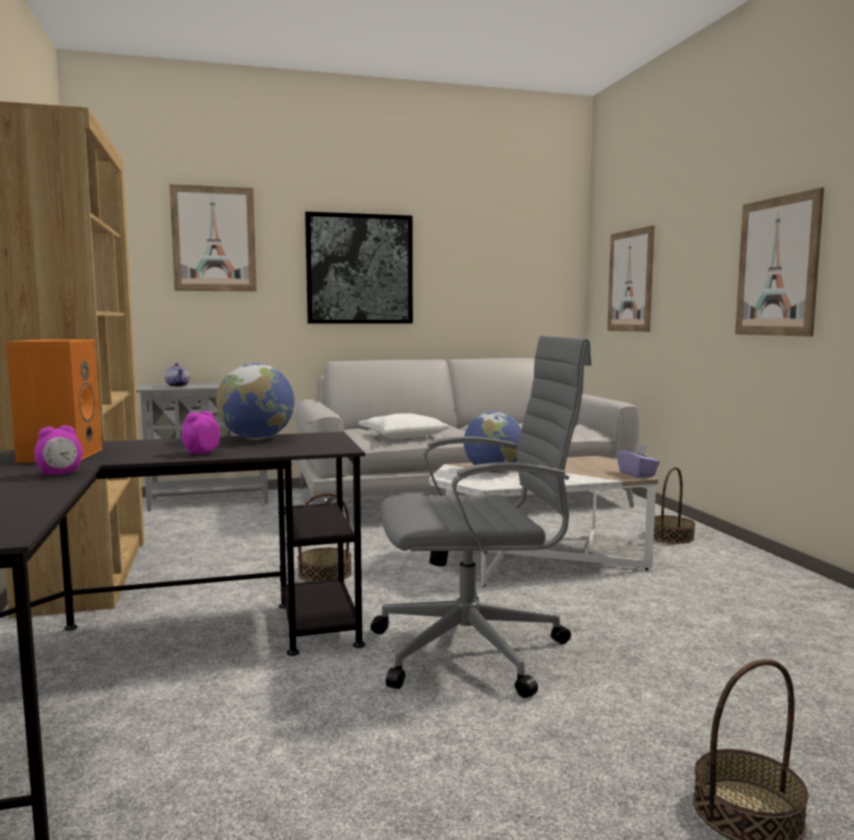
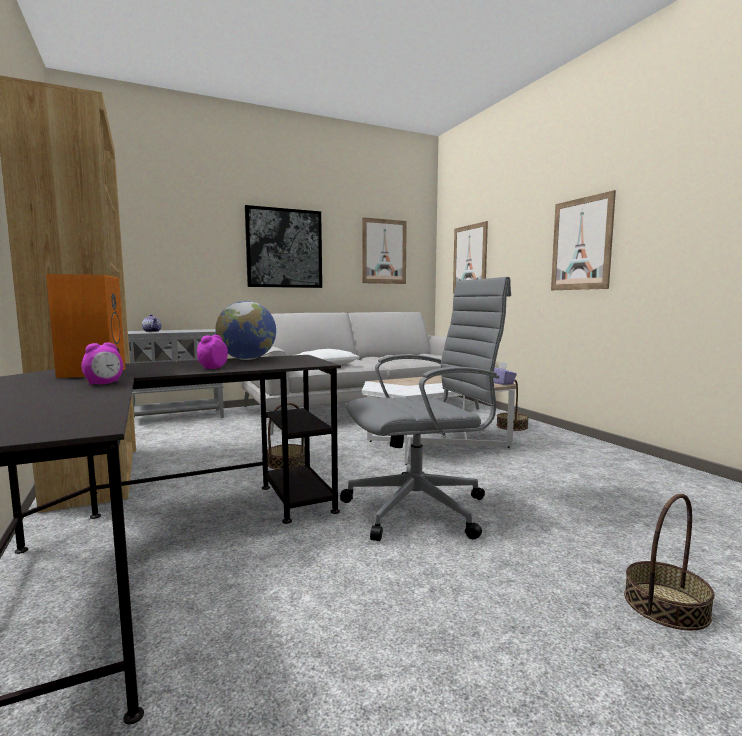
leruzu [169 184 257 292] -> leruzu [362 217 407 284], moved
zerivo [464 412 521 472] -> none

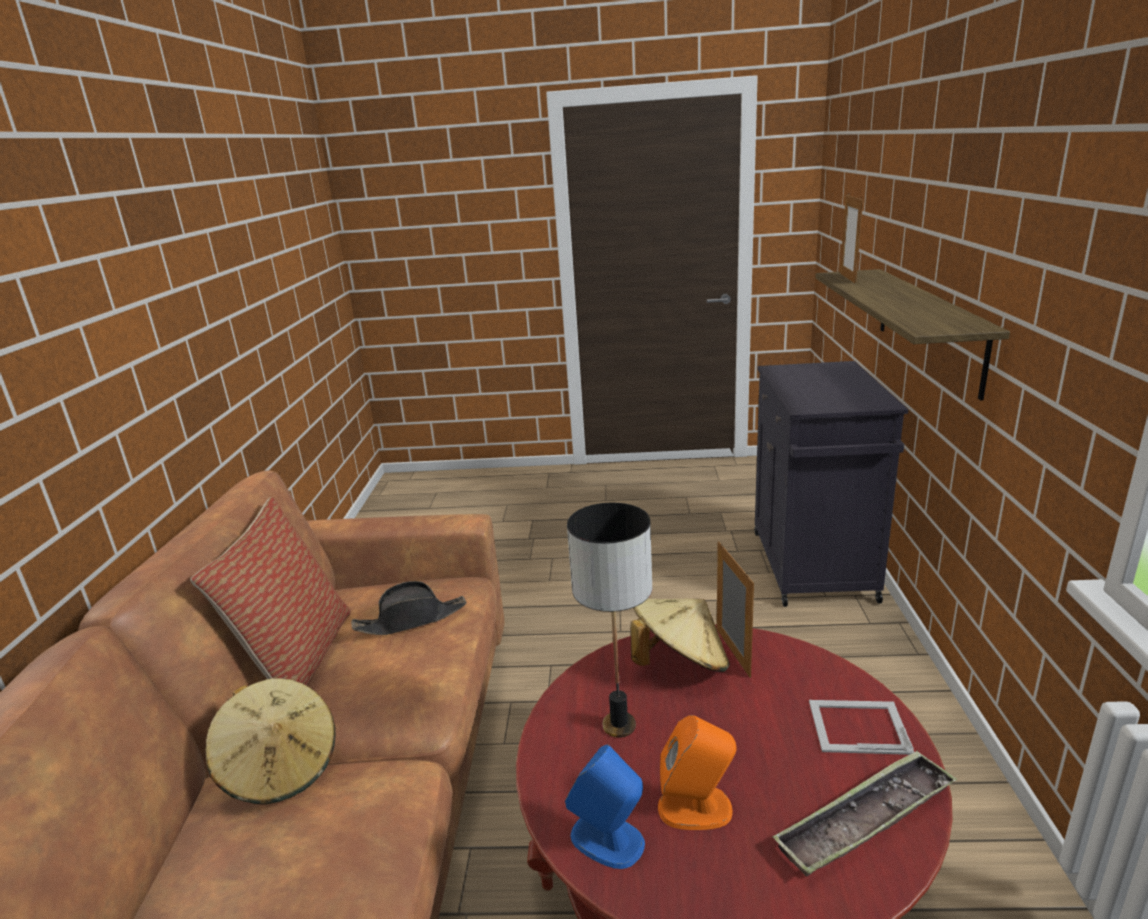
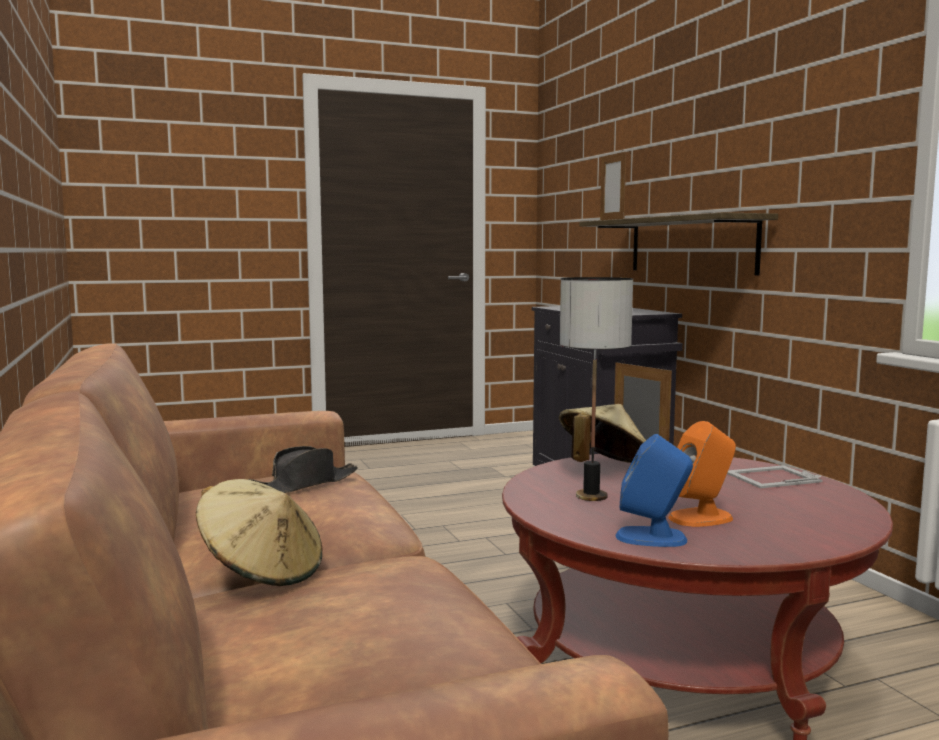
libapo [190 497 351 686] -> none
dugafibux [772 750 957 876] -> none

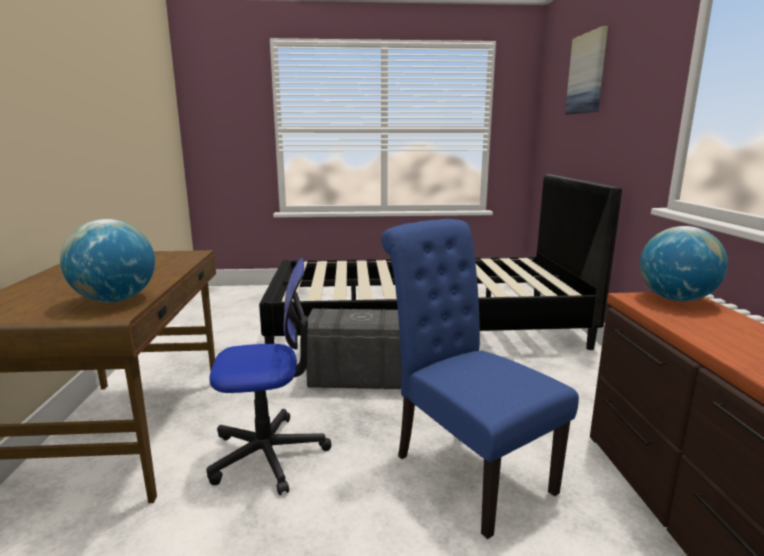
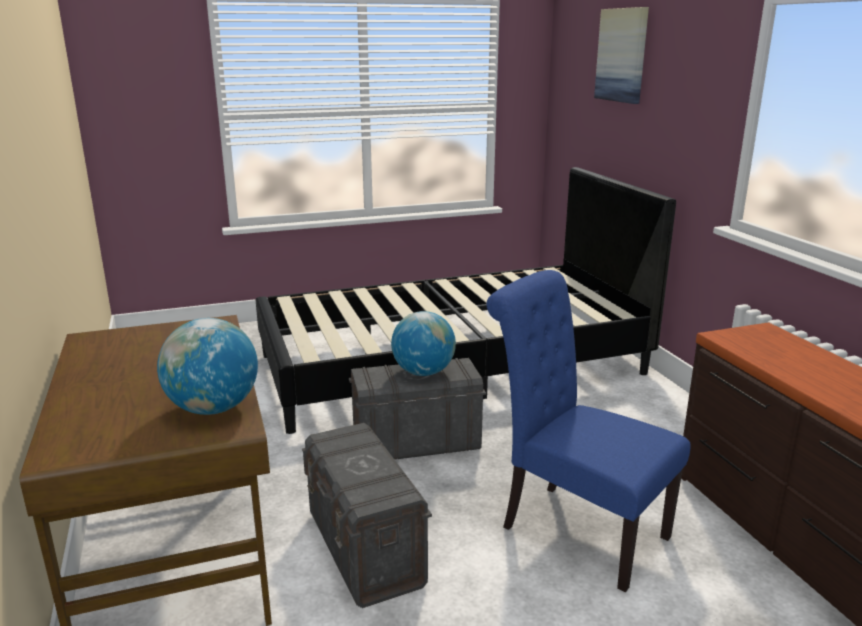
zerivo [640 226 728 302] -> zerivo [391 311 456 376], moved
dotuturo [207 258 332 495] -> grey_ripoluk [302 423 432 608]

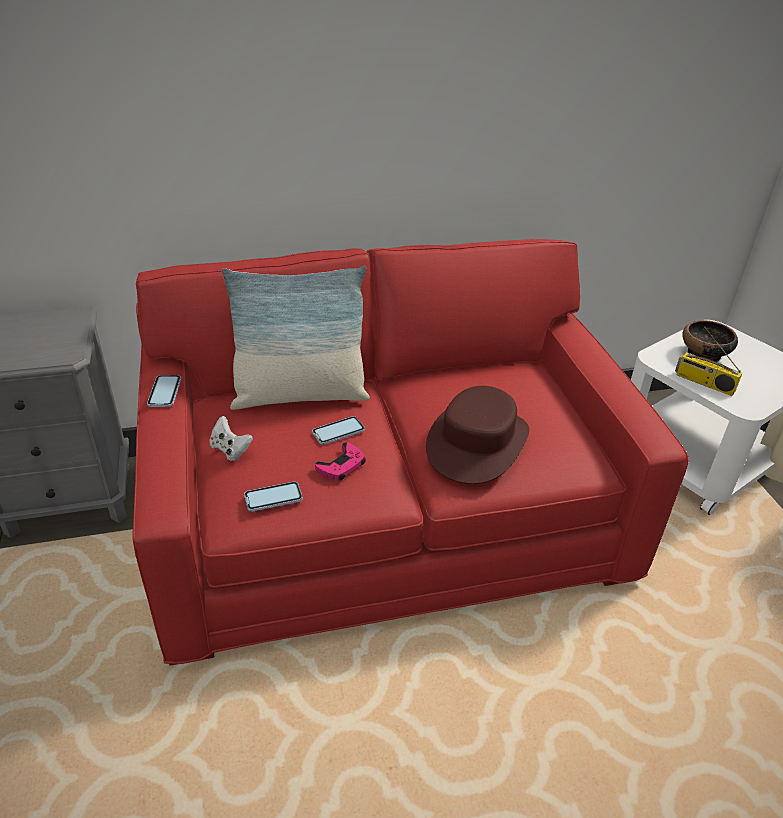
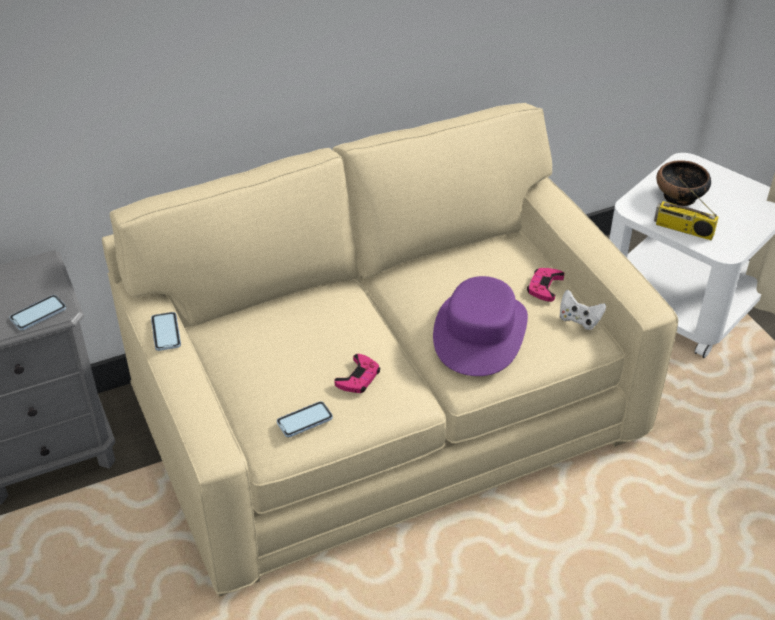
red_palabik [132 239 689 666] -> beige_palabik [102 103 678 596]
libapo [222 266 370 410] -> none
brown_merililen [426 386 529 484] -> purple_merililen [433 276 528 376]
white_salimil [209 416 253 461] -> white_salimil [560 290 606 330], moved
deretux [312 416 365 445] -> deretux [9 295 66 331], moved
none -> pink_salimil [527 268 565 302]

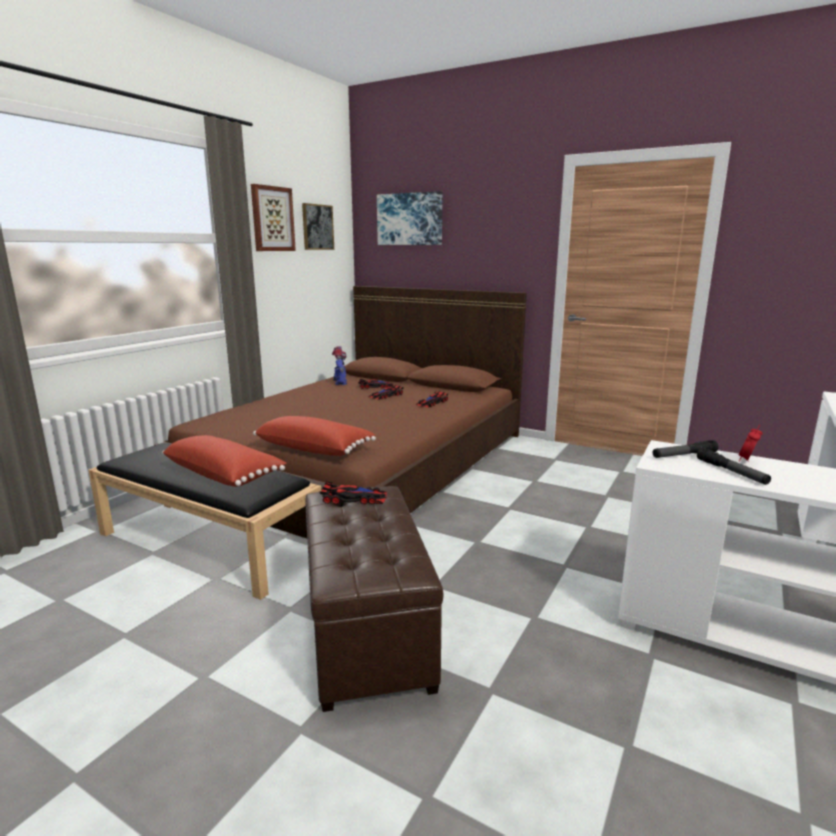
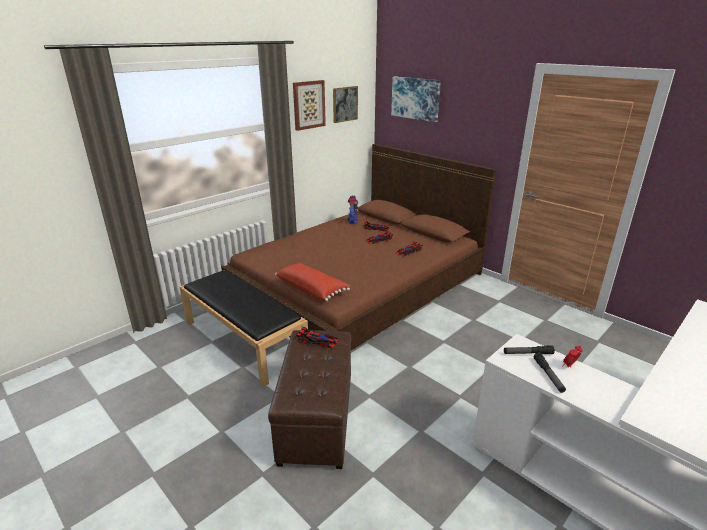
red_libapo [162 435 286 487] -> none

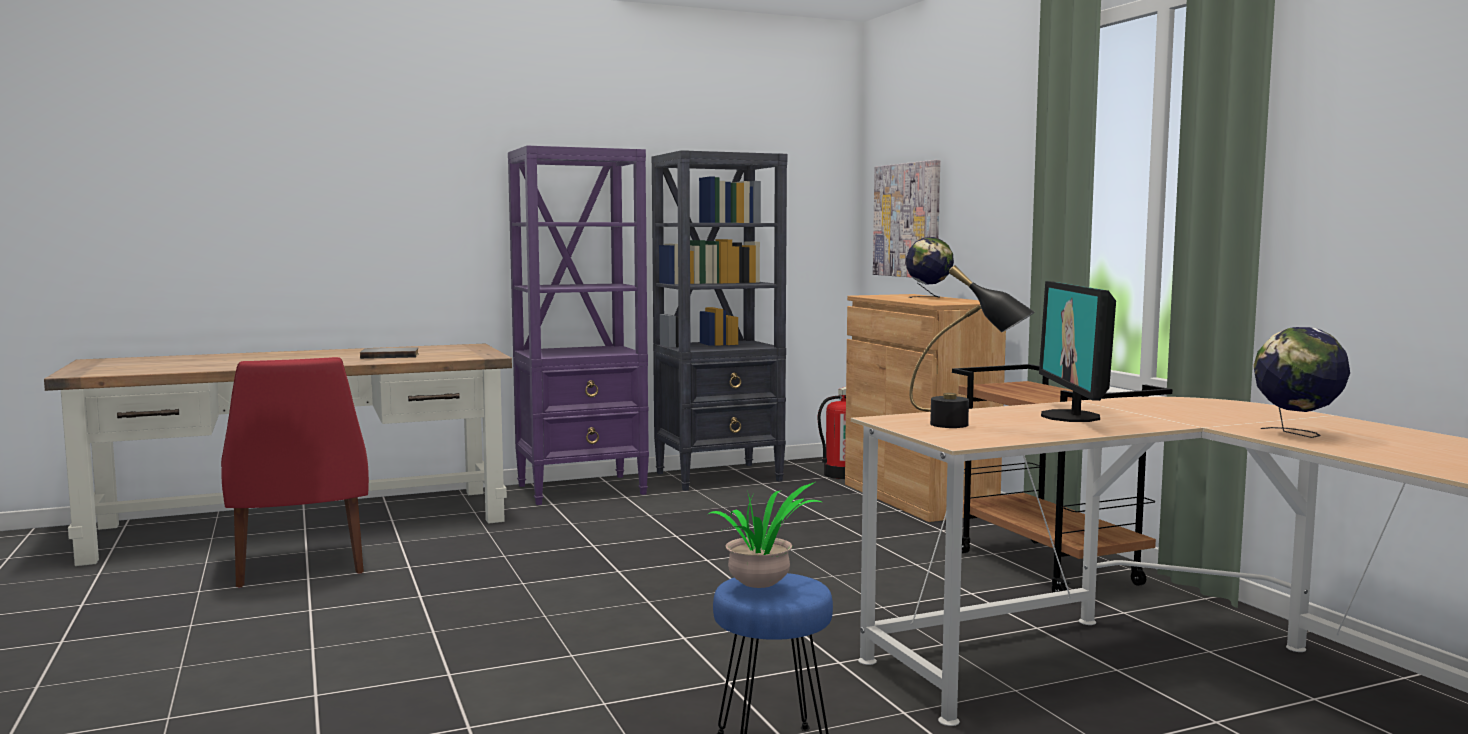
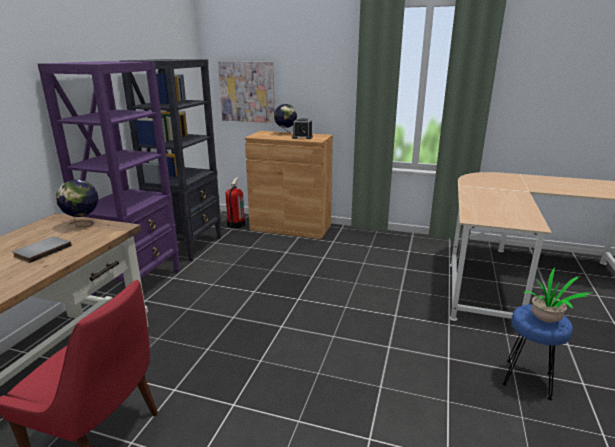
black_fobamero [909 265 1035 428] -> none
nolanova [1039 281 1116 422] -> none
zerivo [1253 327 1350 438] -> zerivo [56 179 98 227], moved
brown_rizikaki [952 364 1172 593] -> none
none -> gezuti [292 118 313 139]

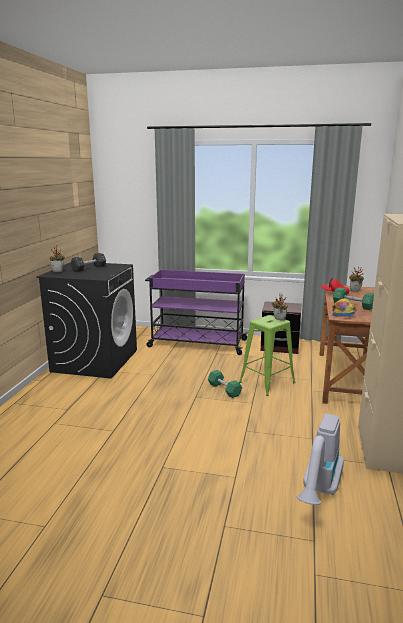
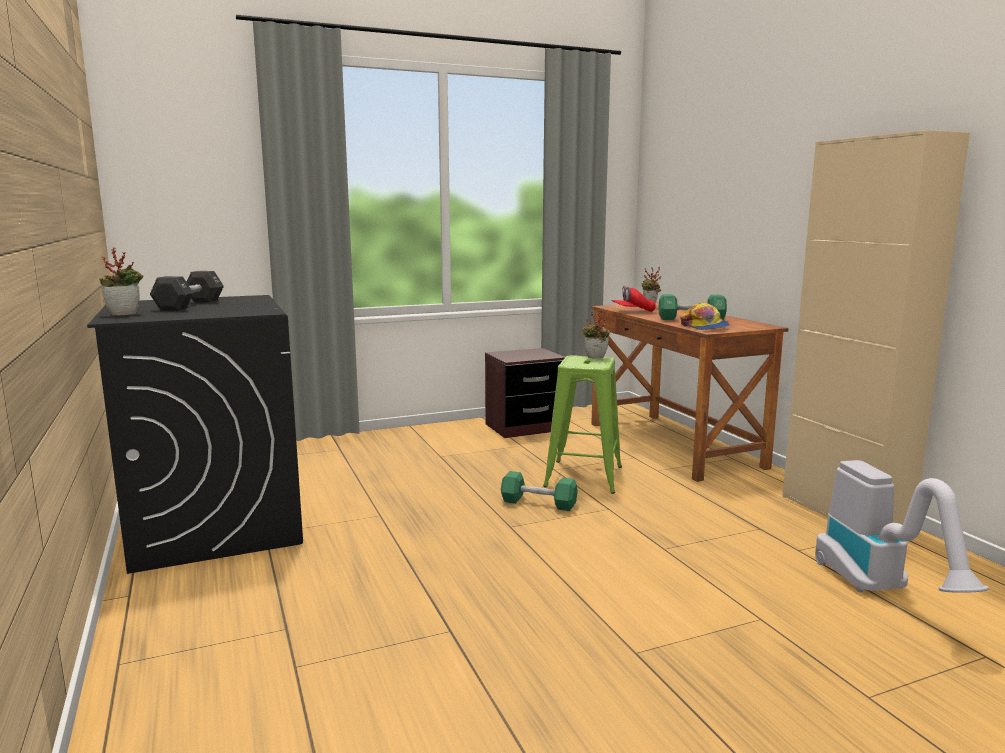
purple_rizikaki [145 270 248 355] -> none

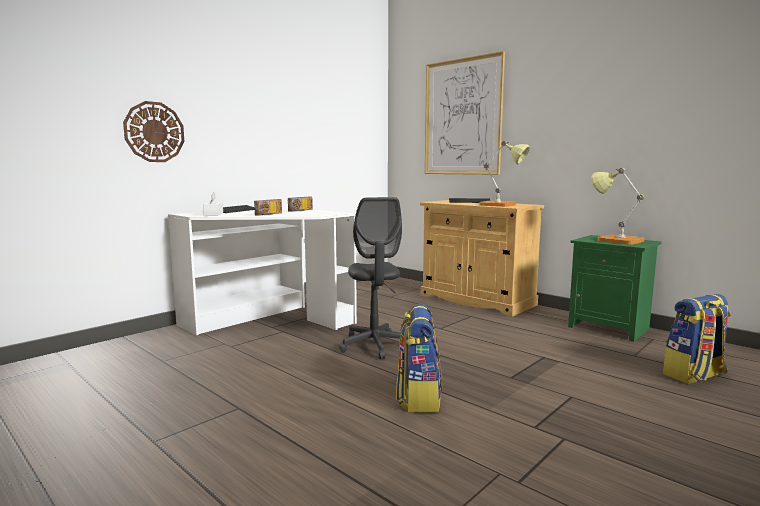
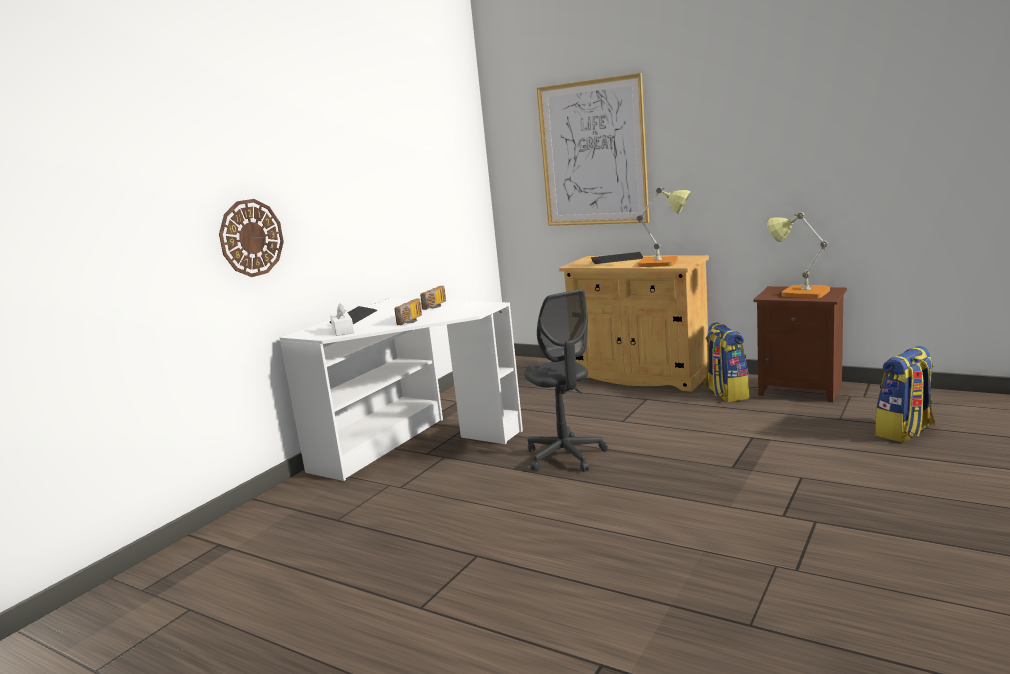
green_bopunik [568 235 661 342] -> brown_bopunik [753 286 847 402]
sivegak [396 304 443 413] -> sivegak [704 322 749 402], moved

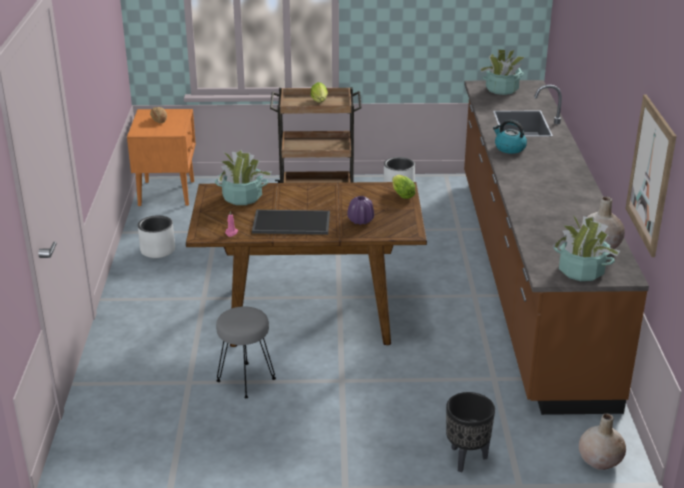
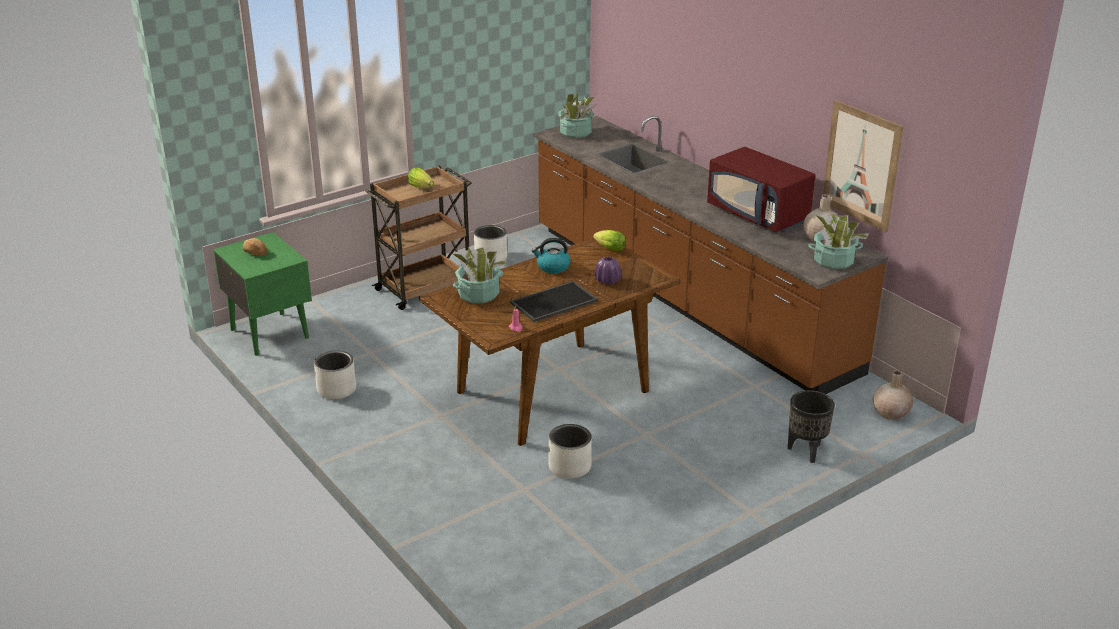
orange_bopunik [127 109 196 206] -> green_bopunik [213 232 312 356]
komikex [493 120 527 154] -> komikex [532 238 571 273], moved
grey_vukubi [216 306 276 398] -> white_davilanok [548 424 592 479]
none -> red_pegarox [707 147 815 232]

